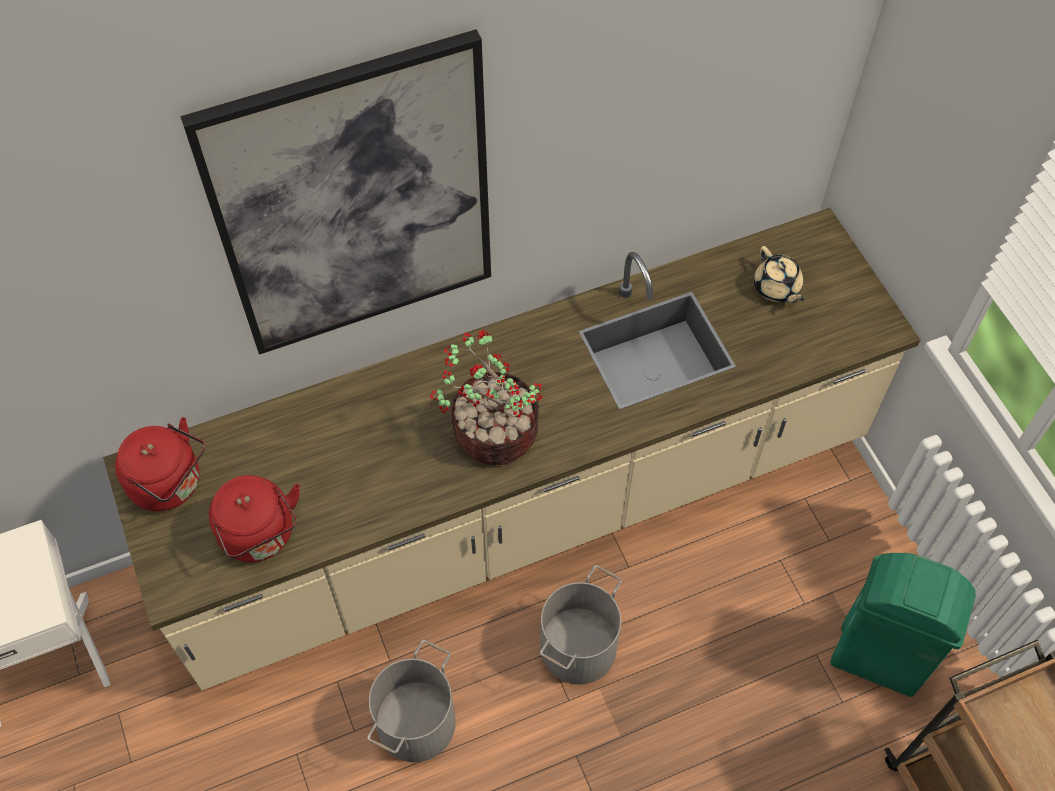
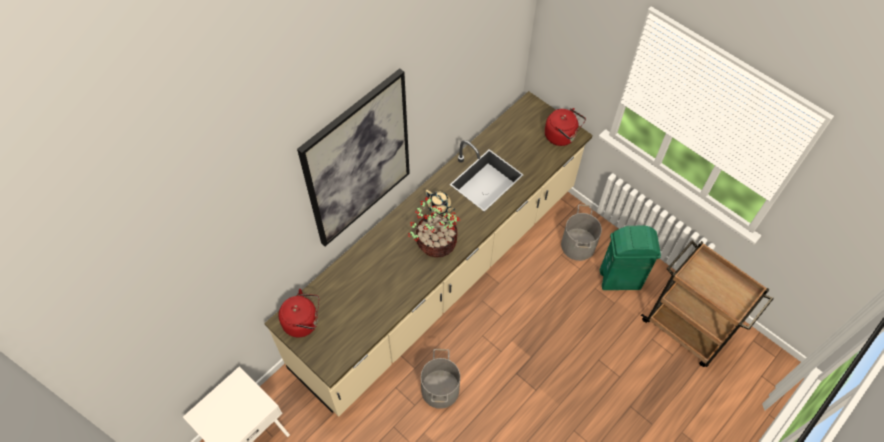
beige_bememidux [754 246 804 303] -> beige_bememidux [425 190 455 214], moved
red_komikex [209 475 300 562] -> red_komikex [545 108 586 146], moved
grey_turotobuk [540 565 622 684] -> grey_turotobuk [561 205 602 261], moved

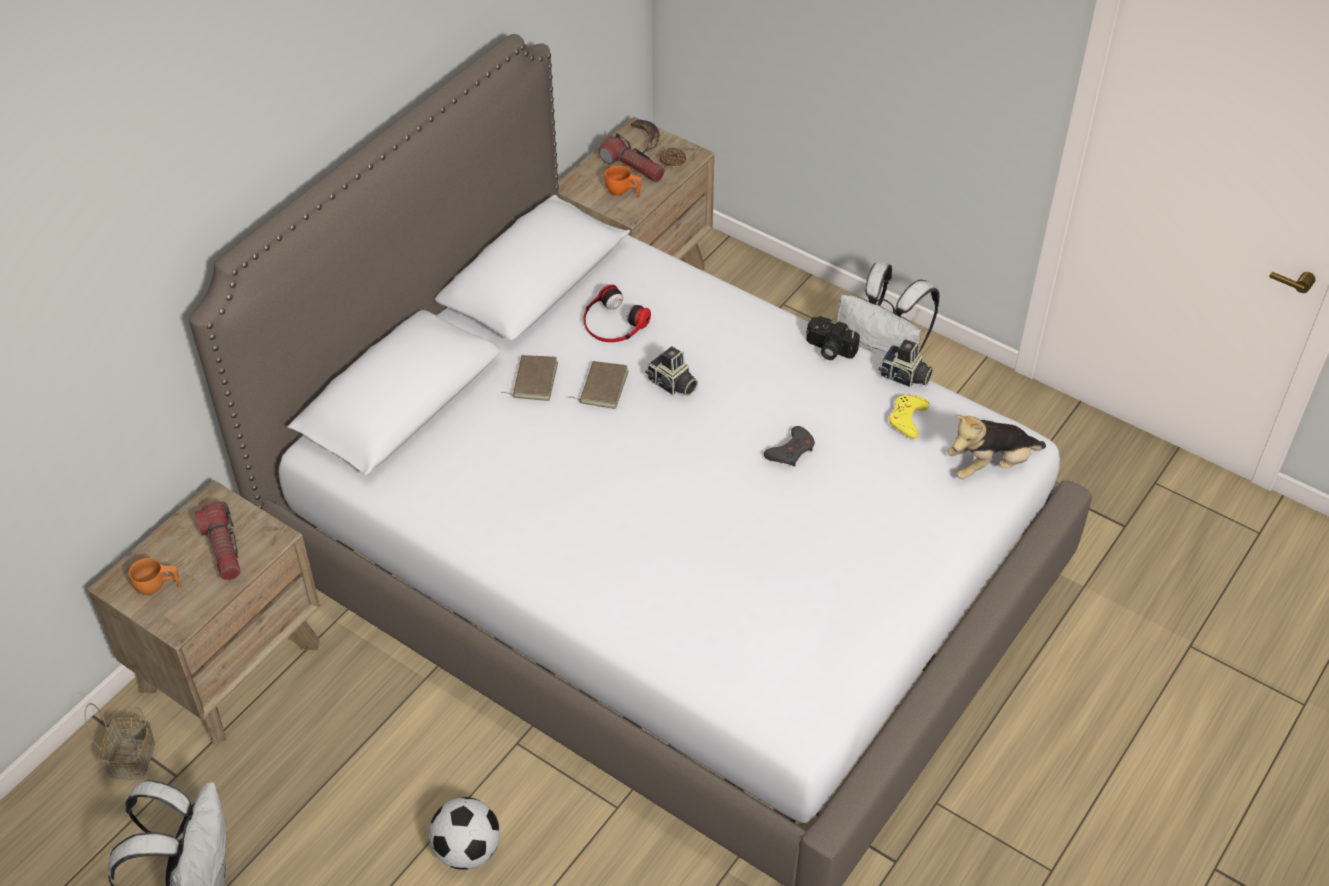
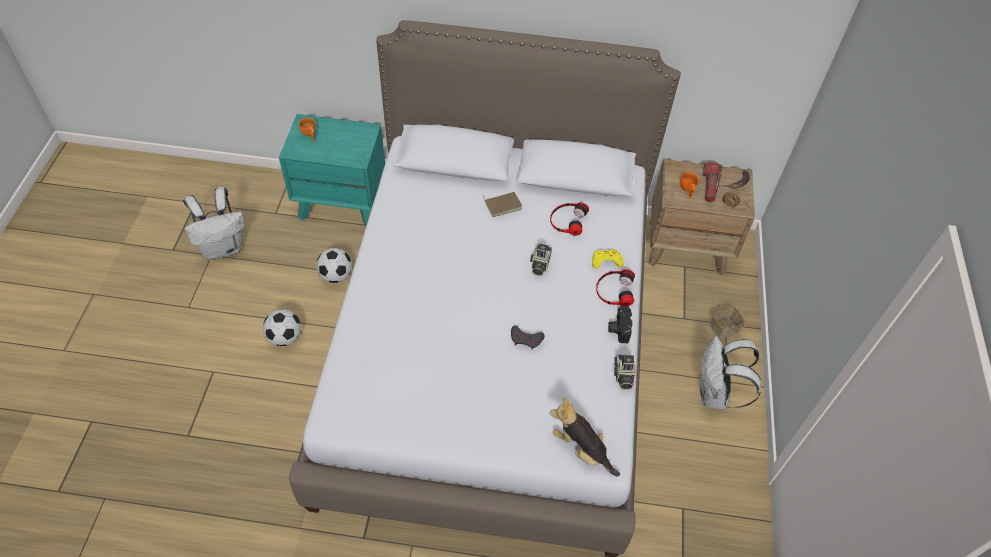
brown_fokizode [568 361 628 409] -> none
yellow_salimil [889 395 930 439] -> yellow_salimil [592 249 624 269], moved
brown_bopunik [87 480 320 744] -> turquoise_bopunik [279 114 385 227]
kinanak [195 501 241 580] -> none
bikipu [85 703 155 780] -> bikipu [710 291 747 339], moved
none -> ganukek [316 248 352 283]
none -> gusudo [596 269 635 306]

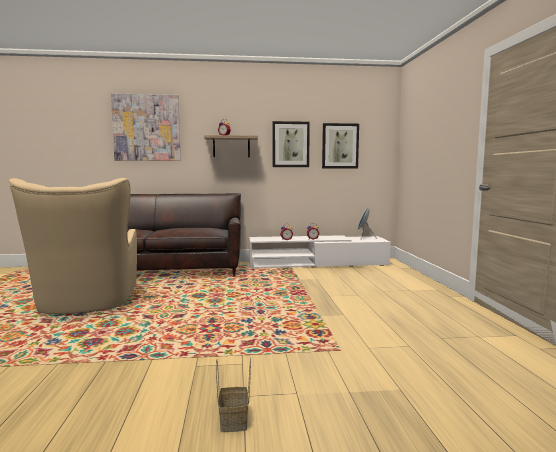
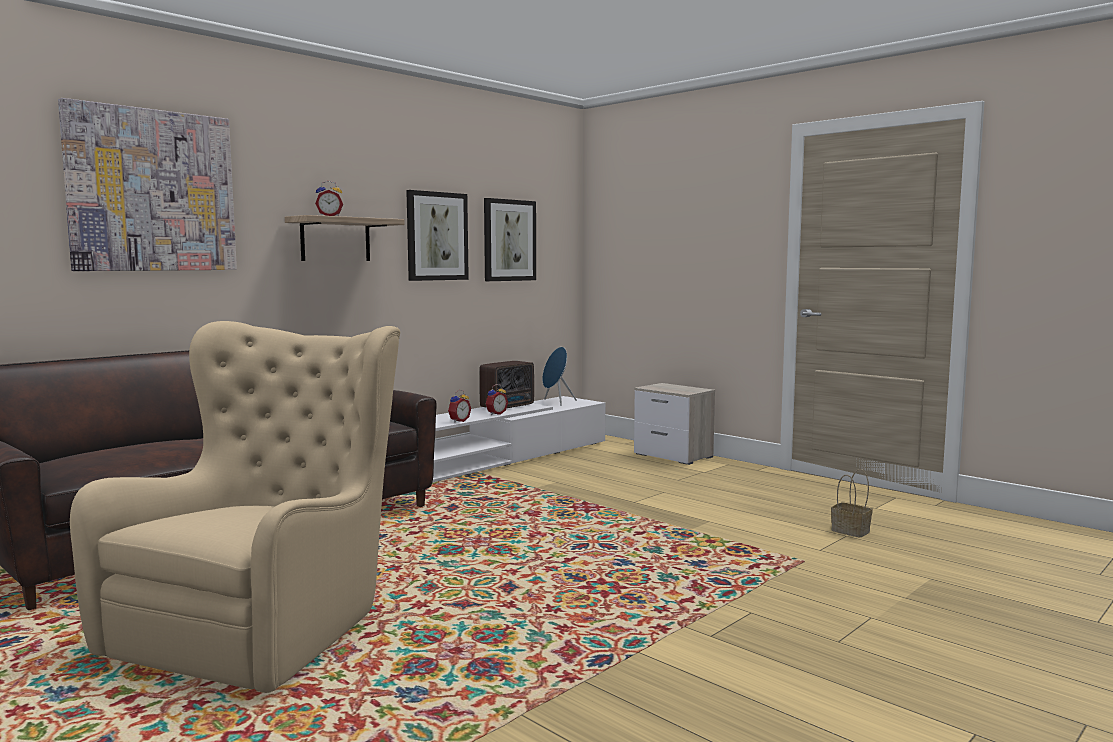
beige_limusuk [9 178 137 314] -> beige_limusuk [70 321 400 693], 105 degrees counterclockwise
bikipu [216 357 251 432] -> bikipu [831 469 872 538], moved
none -> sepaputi [479 361 534 408]
none -> bopunik [634 383 715 465]

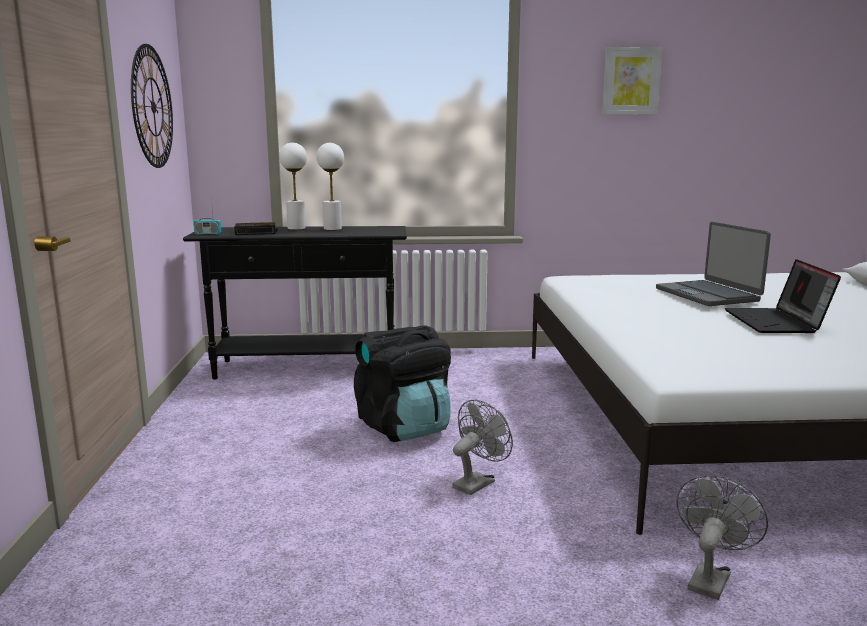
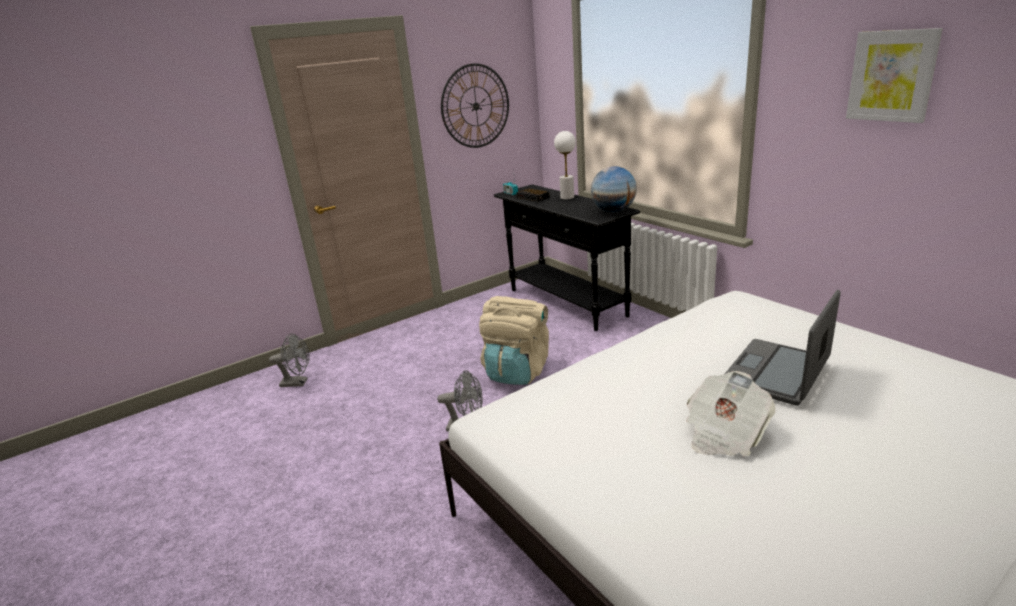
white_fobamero [316 143 344 230] -> none
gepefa [725 259 841 333] -> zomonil [686 371 775 456]
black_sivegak [354 326 451 442] -> beige_sivegak [479 296 549 385]
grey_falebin [676 475 768 600] -> grey_falebin [269 334 310 387], moved
none -> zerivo [591 166 637 213]

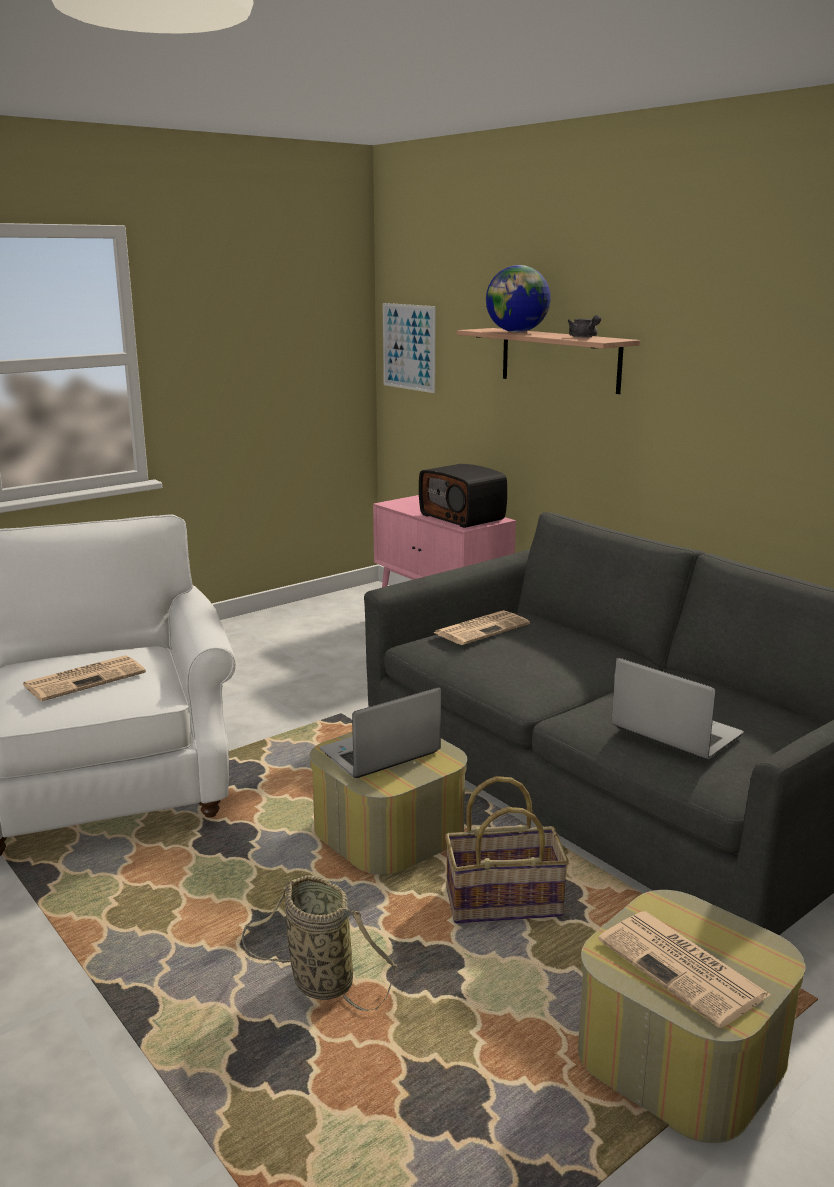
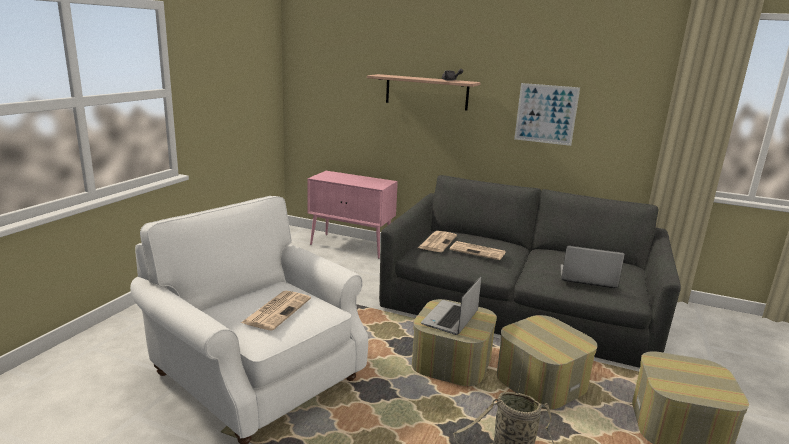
zerivo [486 265 551 332] -> none
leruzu [383 303 436 393] -> leruzu [514 83 580 146], moved
sepaputi [419 464 507 528] -> none
bikipu [445 776 569 923] -> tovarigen [497 315 598 409]
zomonil [598 911 771 1028] -> zomonil [450 241 506 260], moved

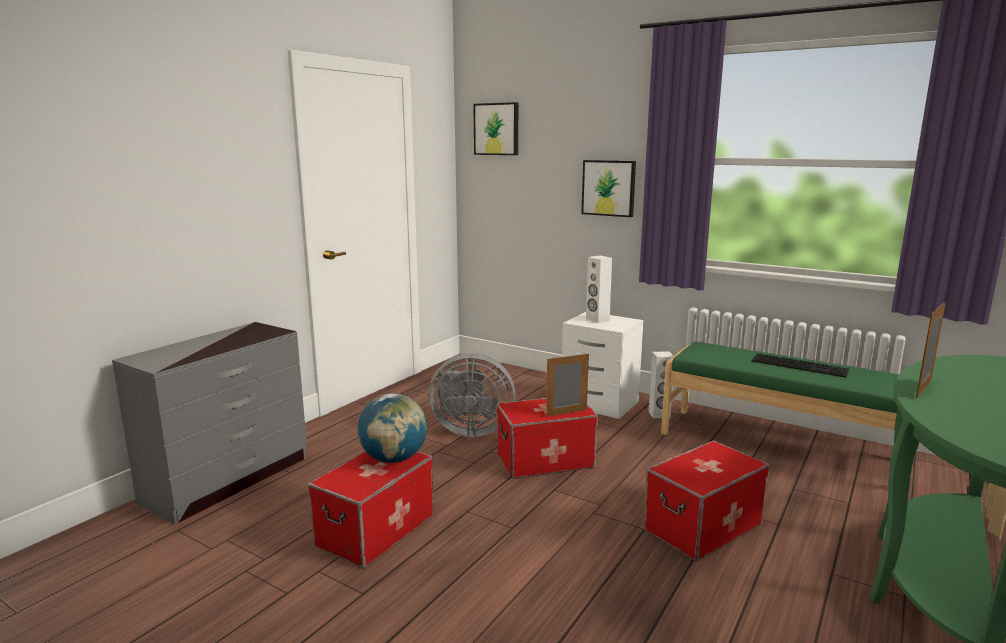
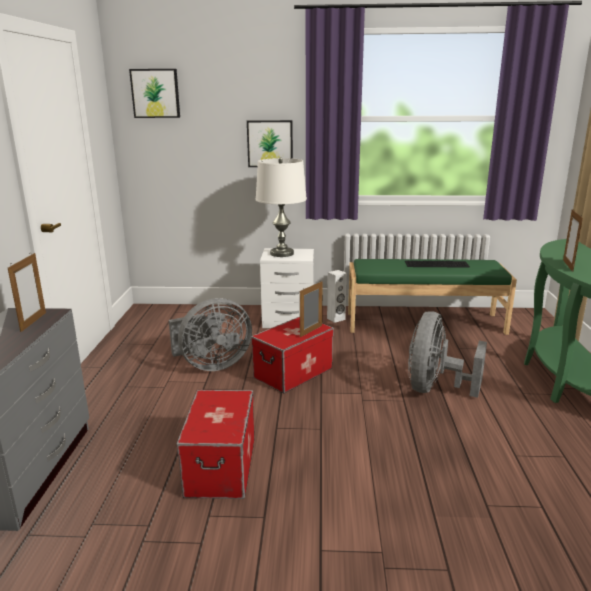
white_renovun [586 255 612 323] -> white_fobamero [256 157 307 257]
zerivo [358 393 427 463] -> none
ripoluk [644 441 769 561] -> grey_falebin [408 311 487 398]
none -> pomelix [8 253 46 332]

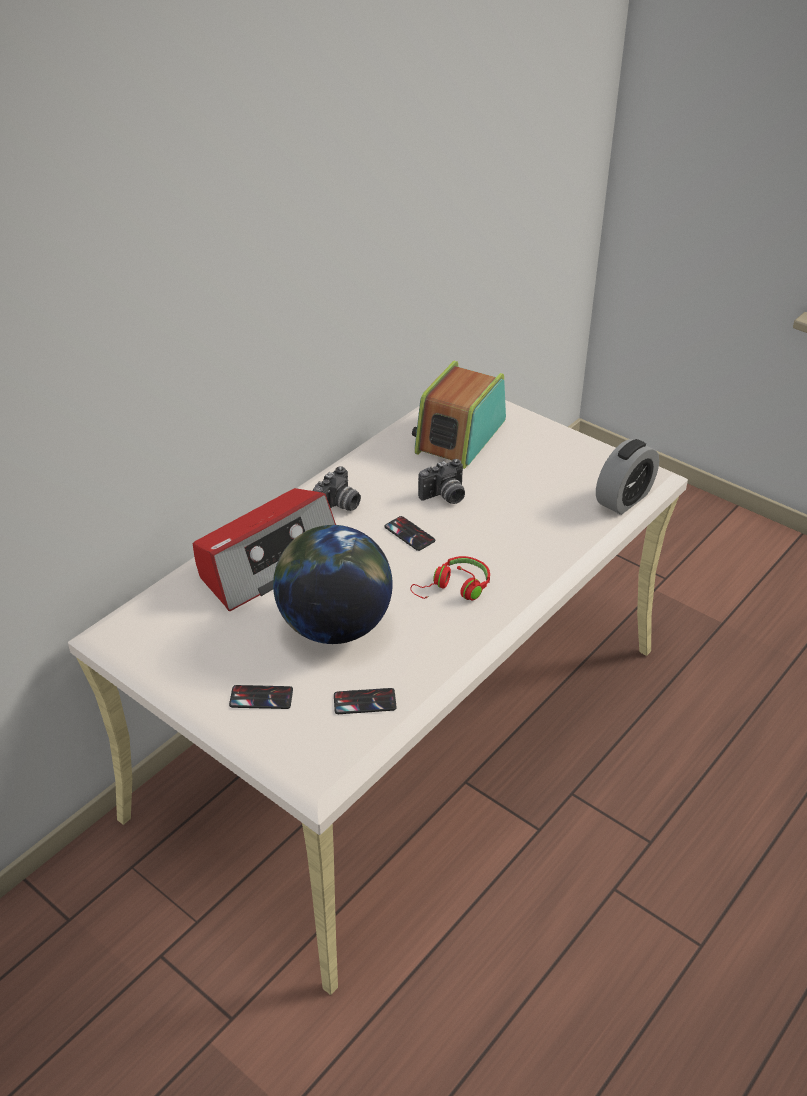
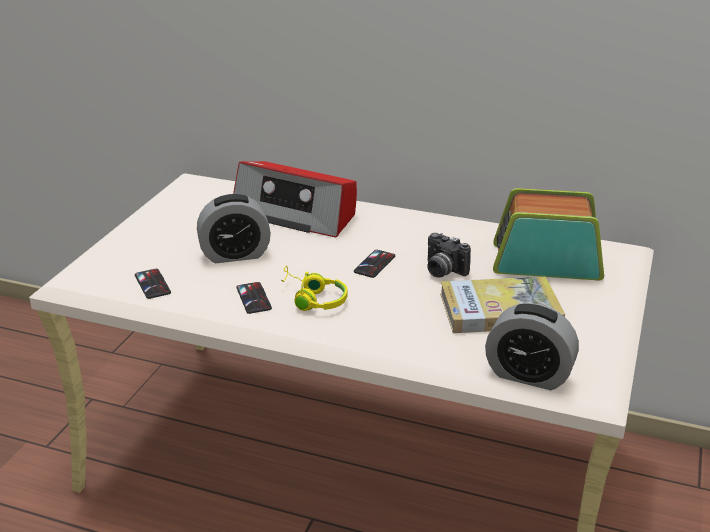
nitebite [313 466 361 511] -> none
zerivo [273 525 393 644] -> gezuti [197 194 271 263]
red_gusudo [410 556 490 601] -> yellow_gusudo [281 266 347 311]
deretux [229 685 293 709] -> deretux [236 282 272 314], moved
none -> fokizode [440 276 565 333]

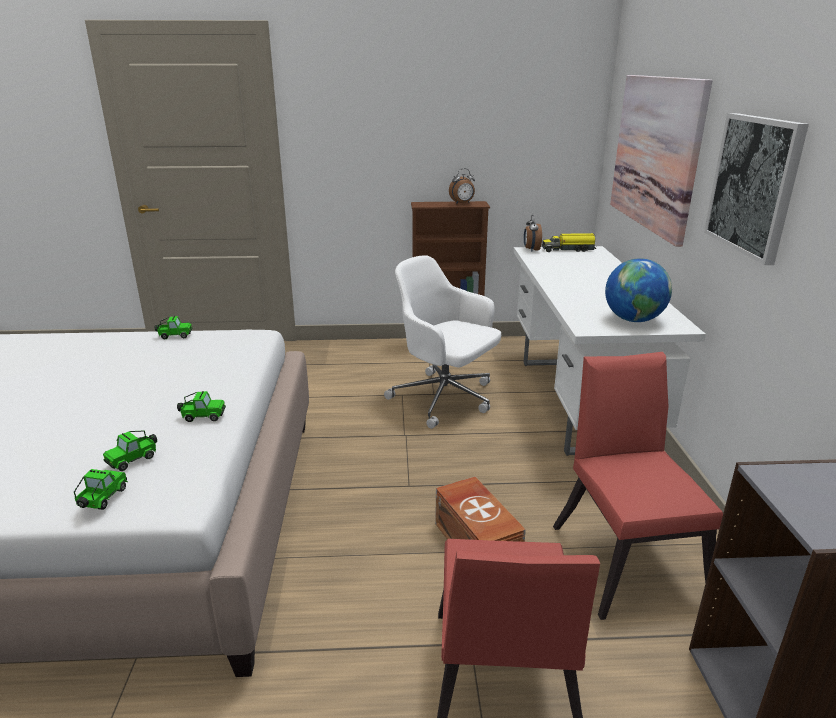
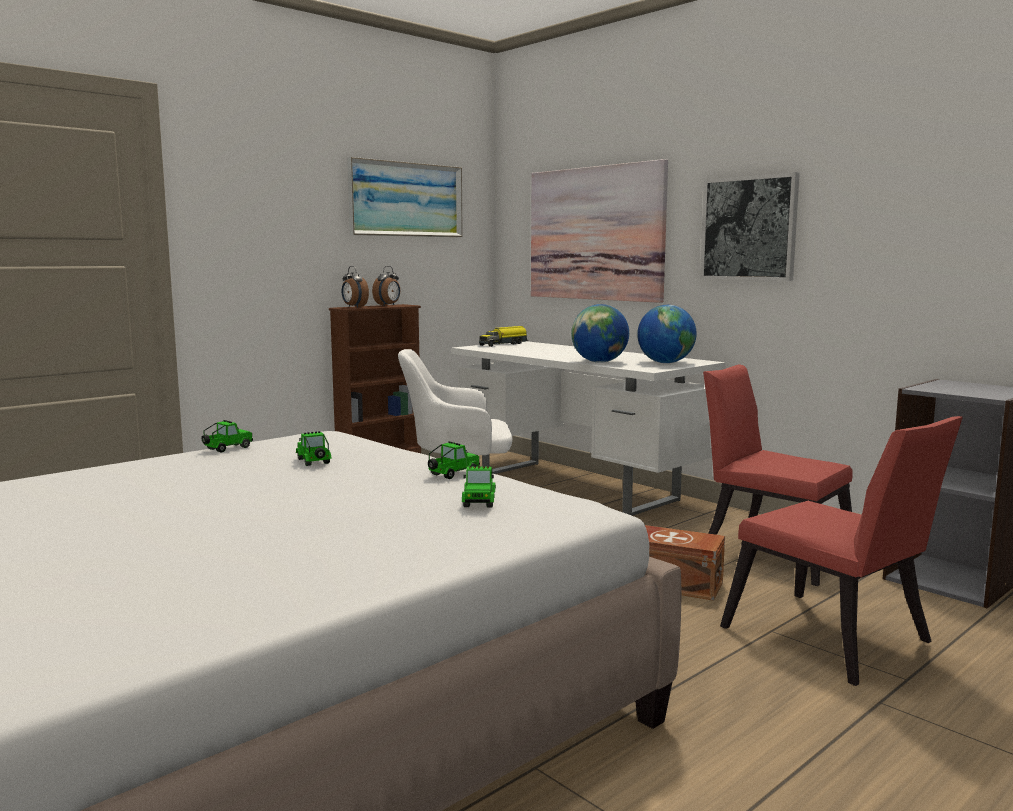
gezuti [524 215 542 251] -> gezuti [342 266 369 308], moved
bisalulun [74 469 128 510] -> bisalulun [296 431 332 466], moved
none -> leruzu [347 157 463 237]
none -> zerivo [571 304 629 363]

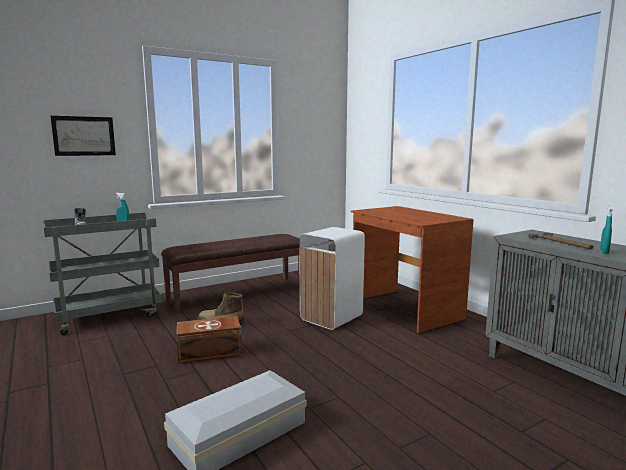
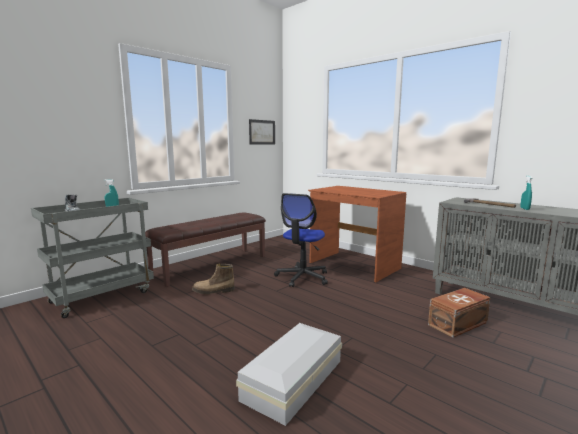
leruzu [51 116 116 156] -> leruzu [249 119 275 145], moved
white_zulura [299 227 365 330] -> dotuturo [274 193 328 287]
brown_ripoluk [176 316 242 364] -> brown_ripoluk [428 288 490 338], moved

